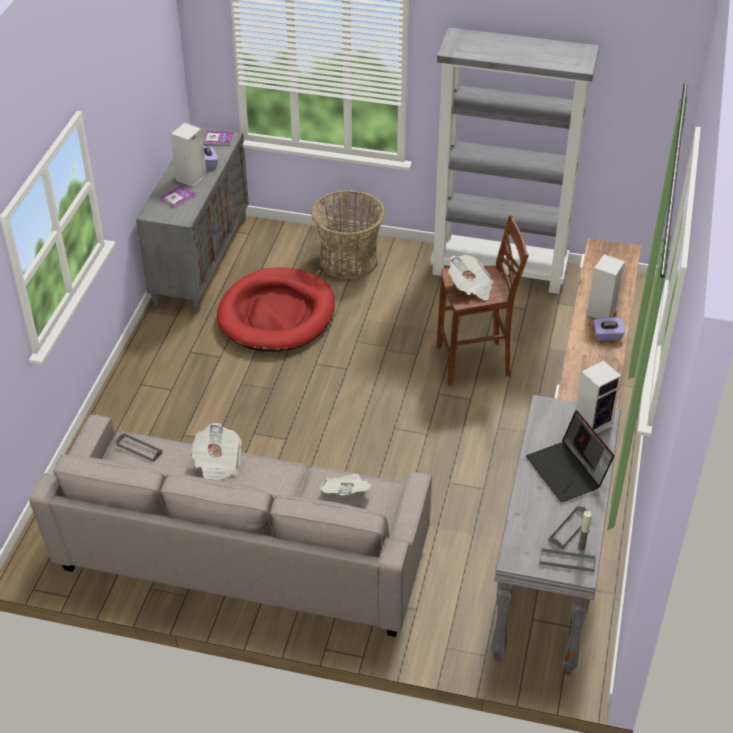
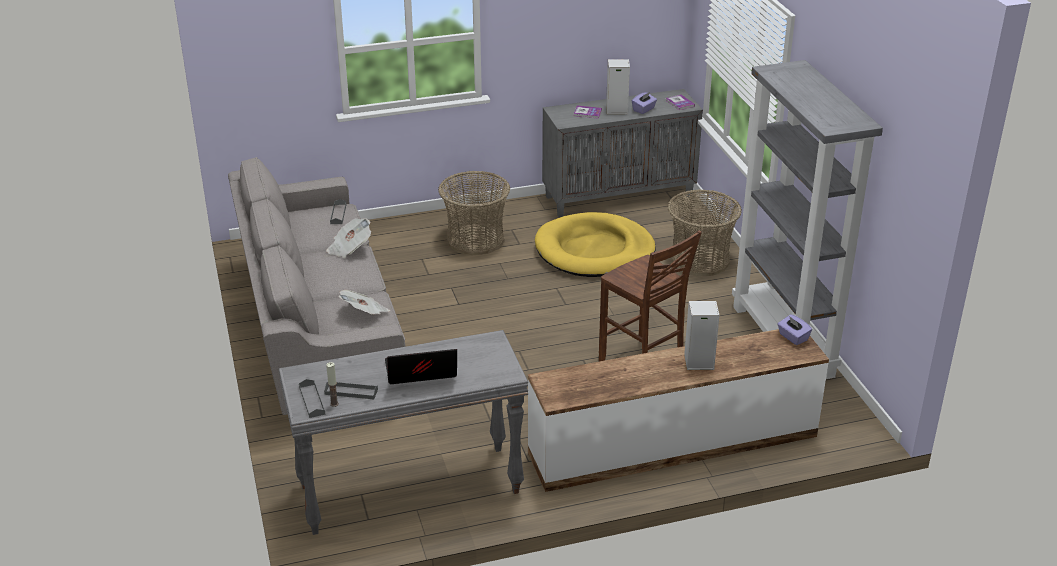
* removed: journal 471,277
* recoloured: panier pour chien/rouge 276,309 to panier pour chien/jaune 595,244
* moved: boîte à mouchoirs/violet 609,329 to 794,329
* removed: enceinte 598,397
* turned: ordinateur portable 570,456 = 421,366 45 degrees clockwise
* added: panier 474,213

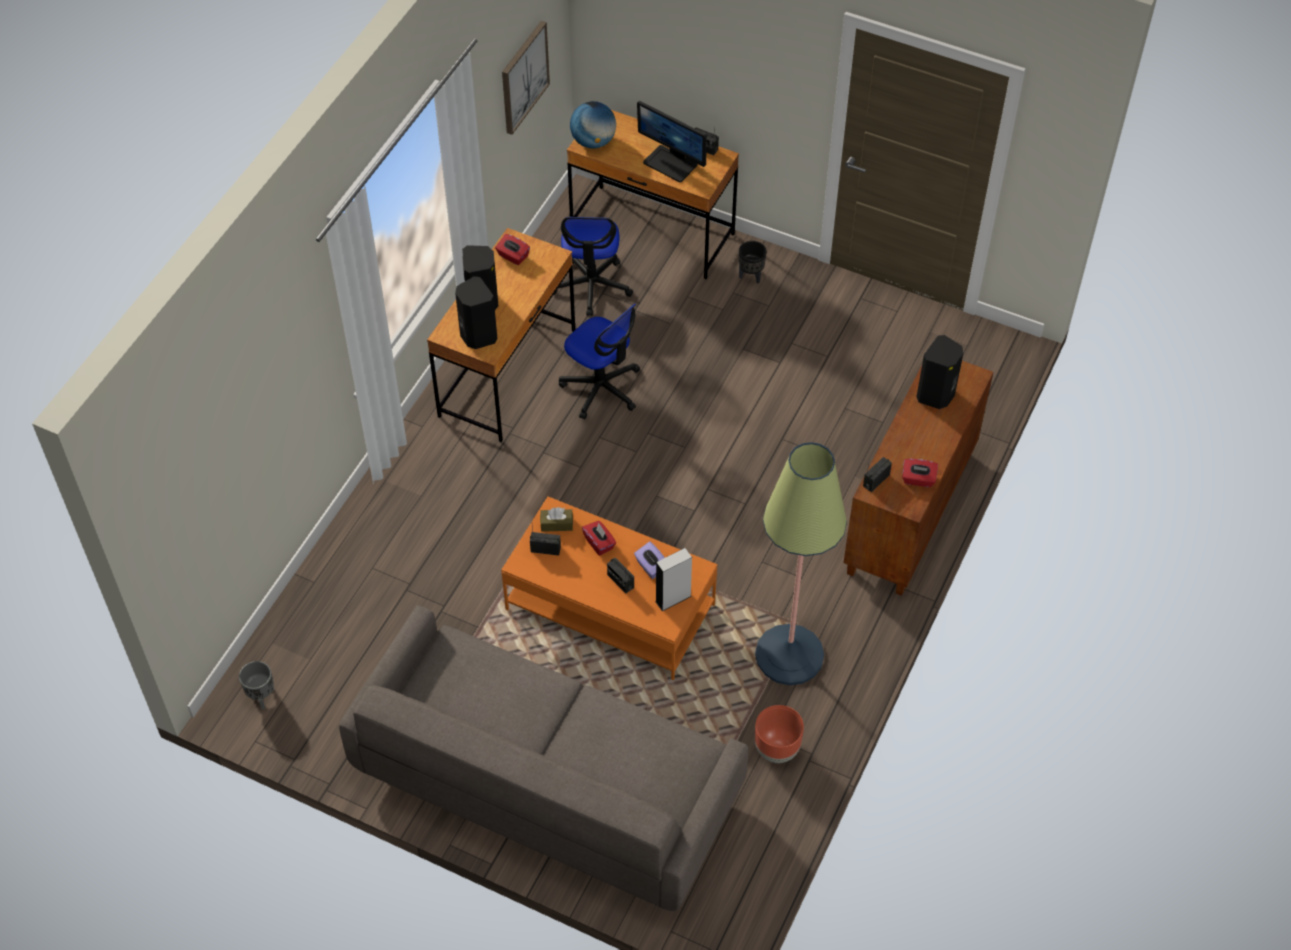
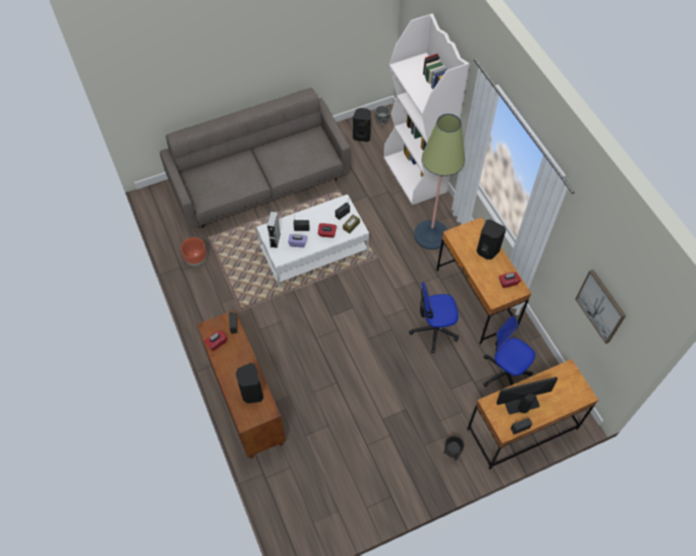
* removed: globe 593,125
* moved: enceinte/noir 476,312 to 362,125
* moved: lampadaire 801,563 to 439,182
* recoloured: table basse/orange 609,588 to table basse/blanc 312,241
* added: bibliothèque/blanc 427,109

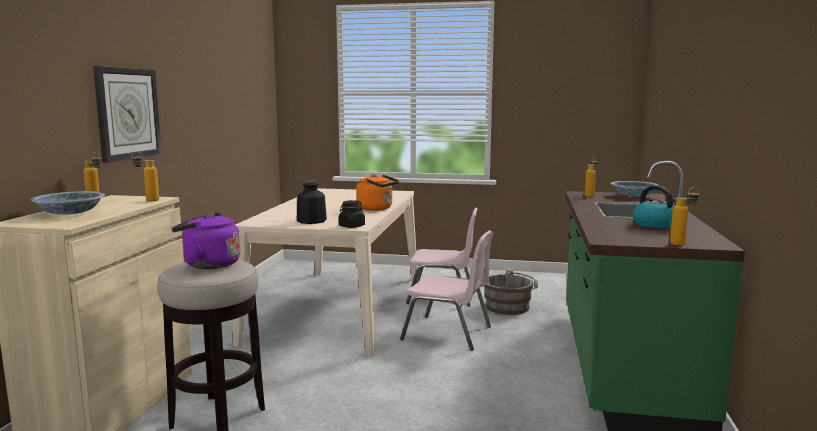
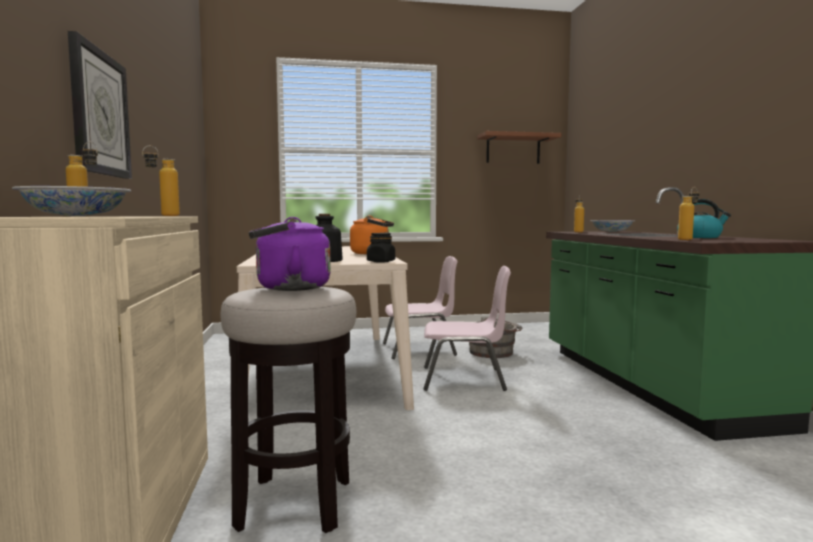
* moved: bouteille 684,216 to 689,213
* added: étagère/marron 519,147

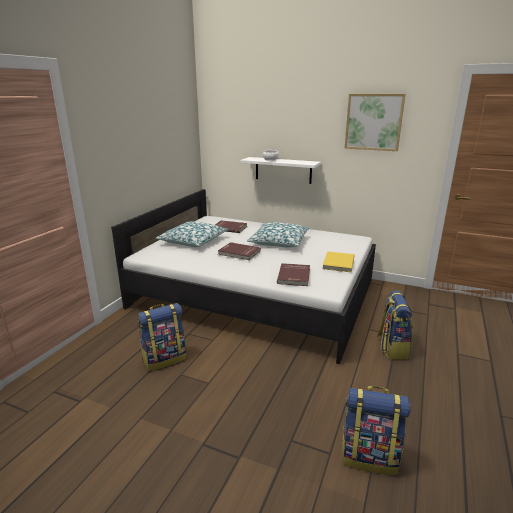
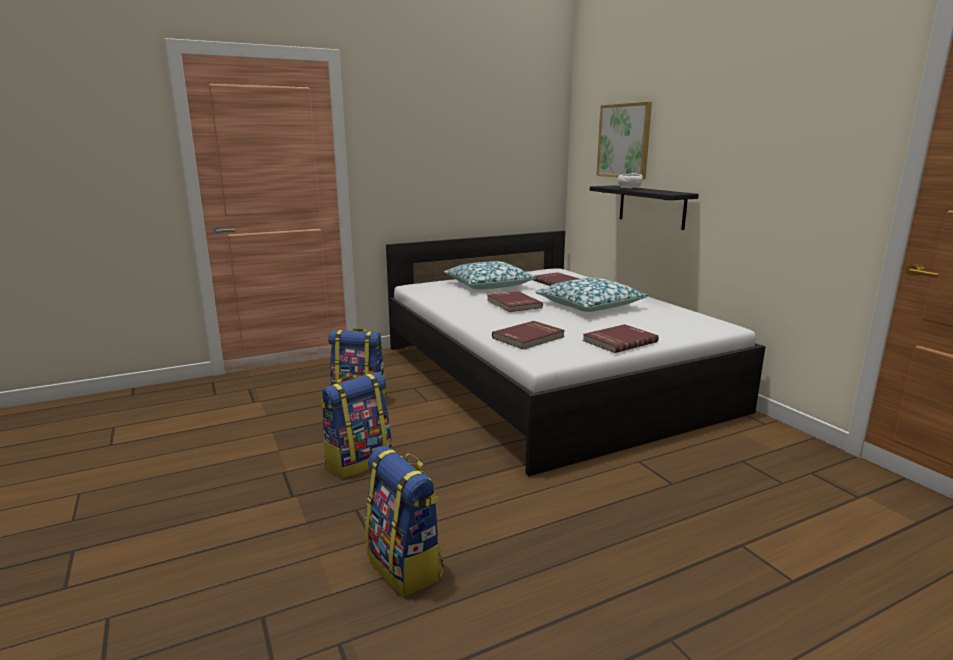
* moved: tableau 375,122 to 624,140
* recoloured: étagère/blanc 280,170 to étagère/noir 644,207
* recoloured: livre/jaune 338,261 to livre/rouge 621,338
* moved: sac à dos 395,325 to 356,425

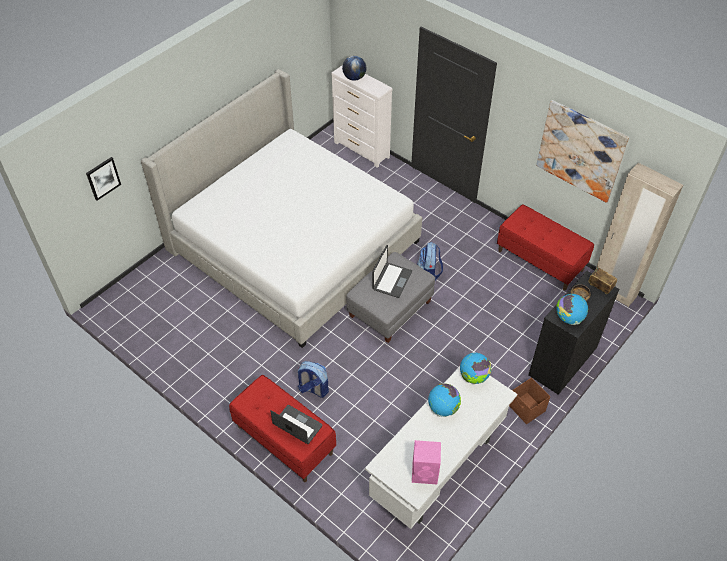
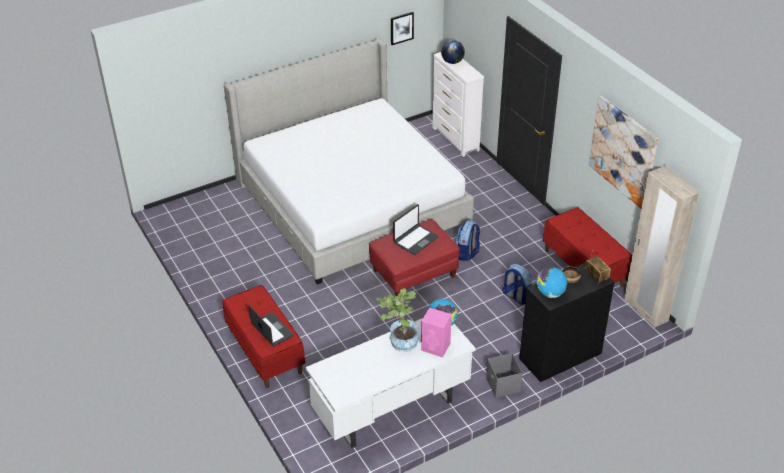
* moved: tableau 103,179 to 402,28
* recoloured: pouf/gris 390,297 to pouf/rouge 414,258
* moved: sac à dos 313,379 to 517,284
* recoloured: boîte de rangement/marron 529,401 to boîte de rangement/gris 504,375
* replaced: globe 444,400 to plante en pot 397,320
* moved: enceinte/rose 426,462 to 436,332

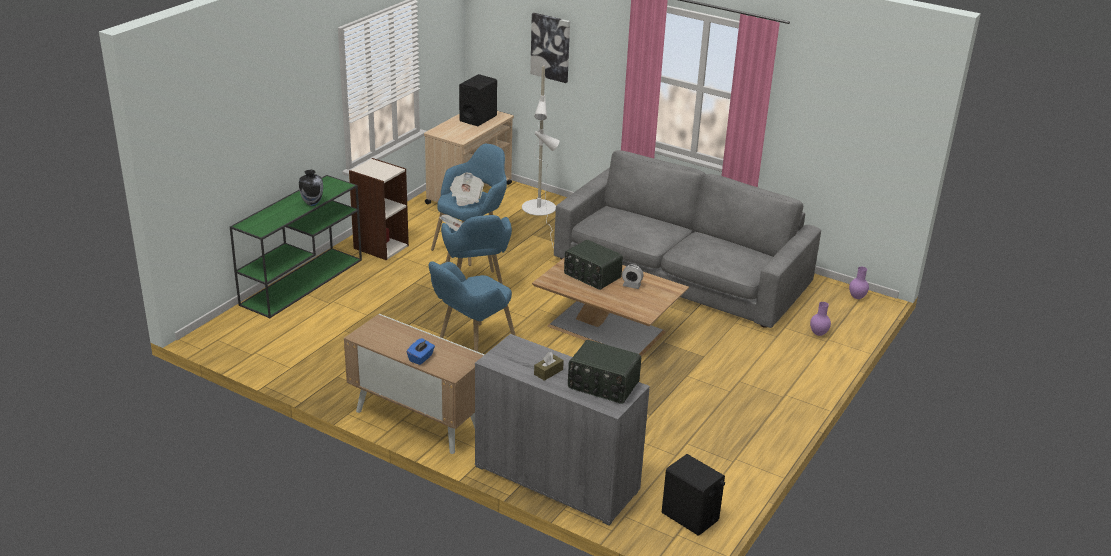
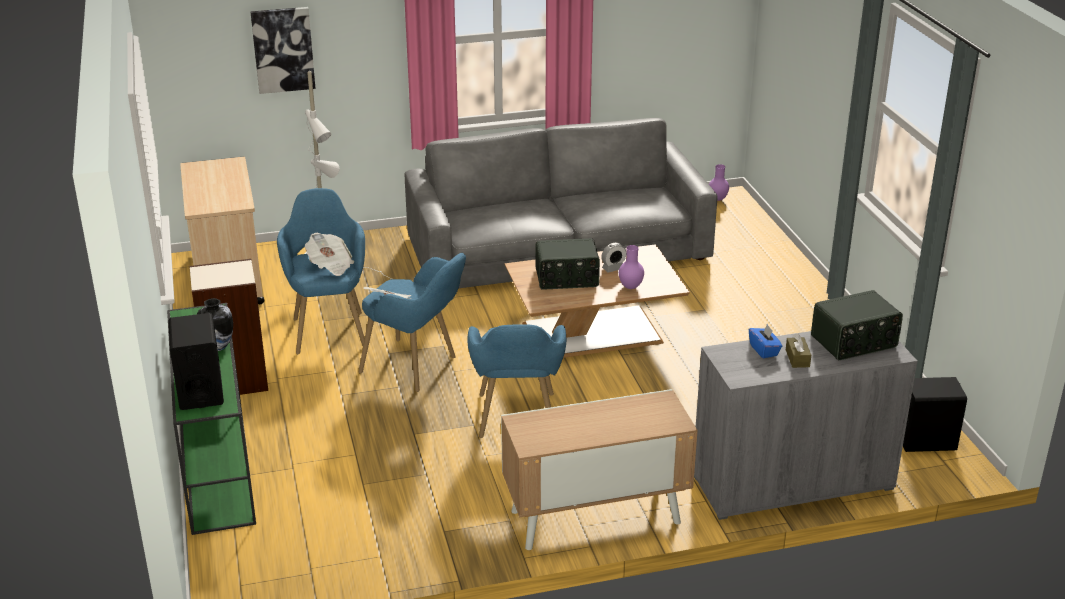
* moved: enceinte/noir 478,100 to 196,361
* moved: vase/violet 820,319 to 631,267
* moved: boîte à mouchoirs/bleu 421,351 to 765,341

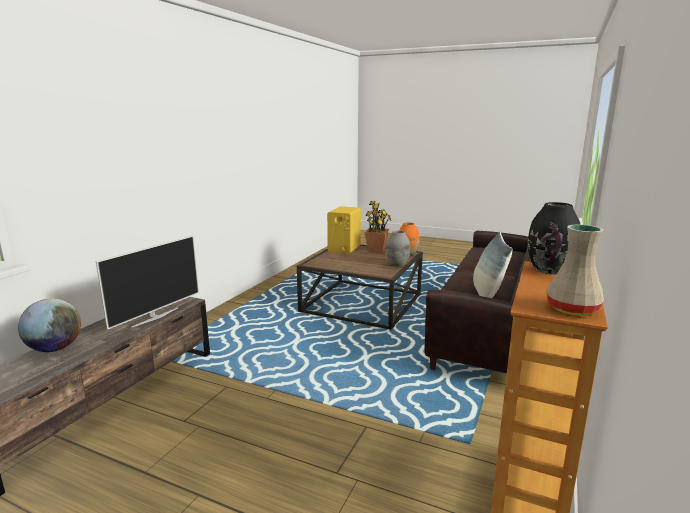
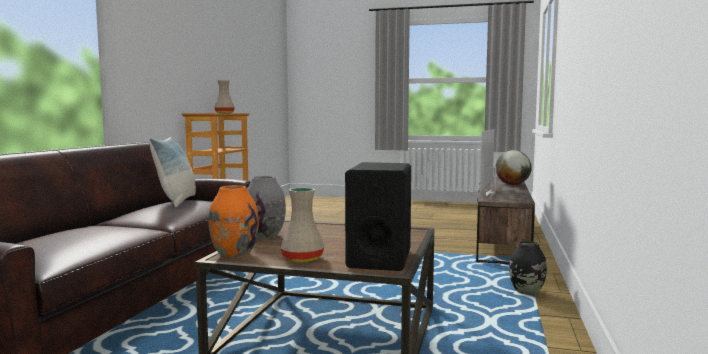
* replaced: plante en pot 378,227 to vase/beige 302,225
* moved: vase/noir 554,238 to 528,267
* recoloured: enceinte/jaune 344,230 to enceinte/noir 378,216

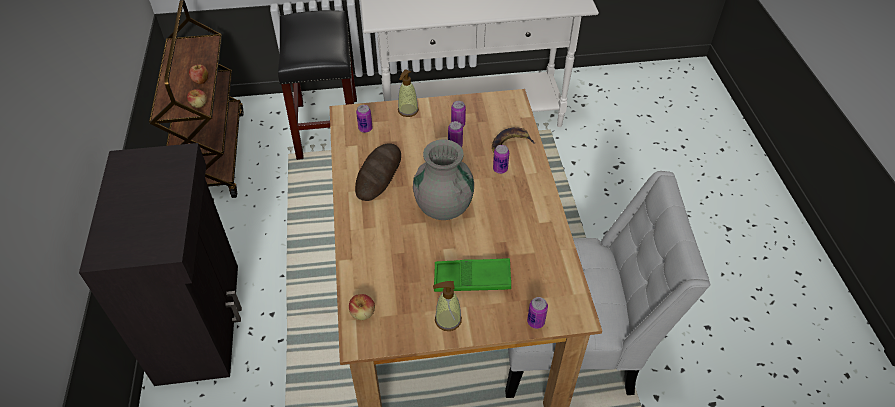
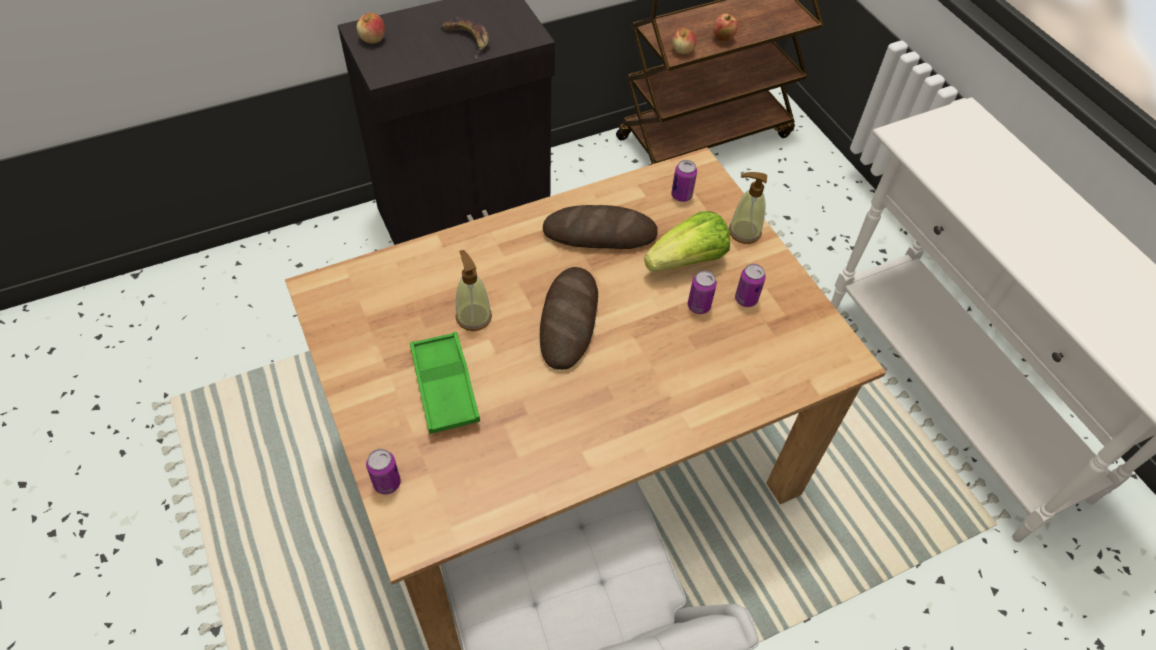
* removed: tabouret/noir 317,85
* moved: banane 513,140 to 465,38
* replaced: vase/gris 443,179 to pain 569,318
* removed: boîte métallique 501,159
* moved: distributeur de savon 447,306 to 474,290
* moved: pomme 362,307 to 371,28
* added: laitue 687,241

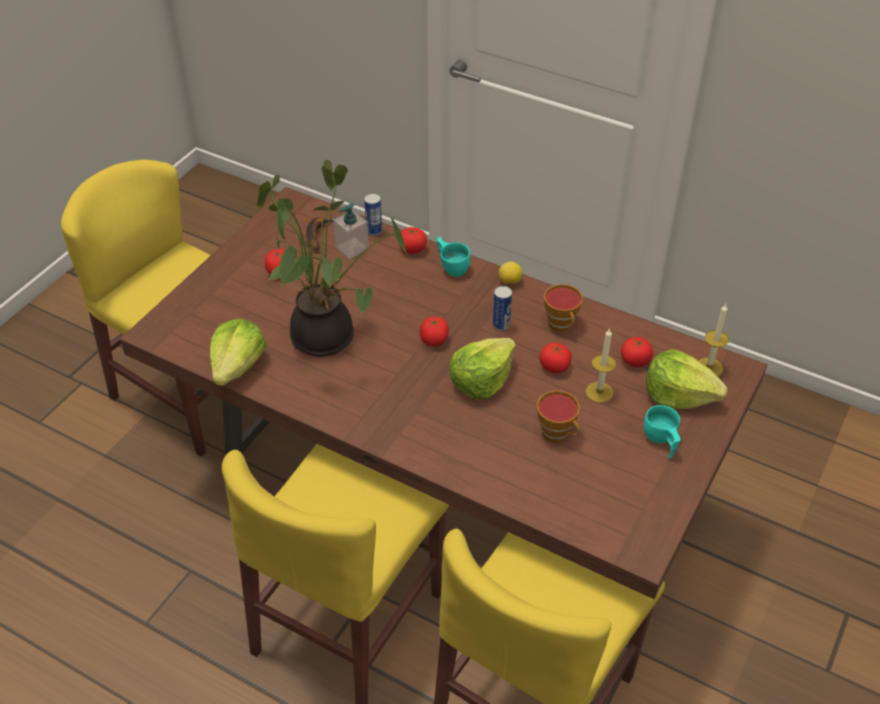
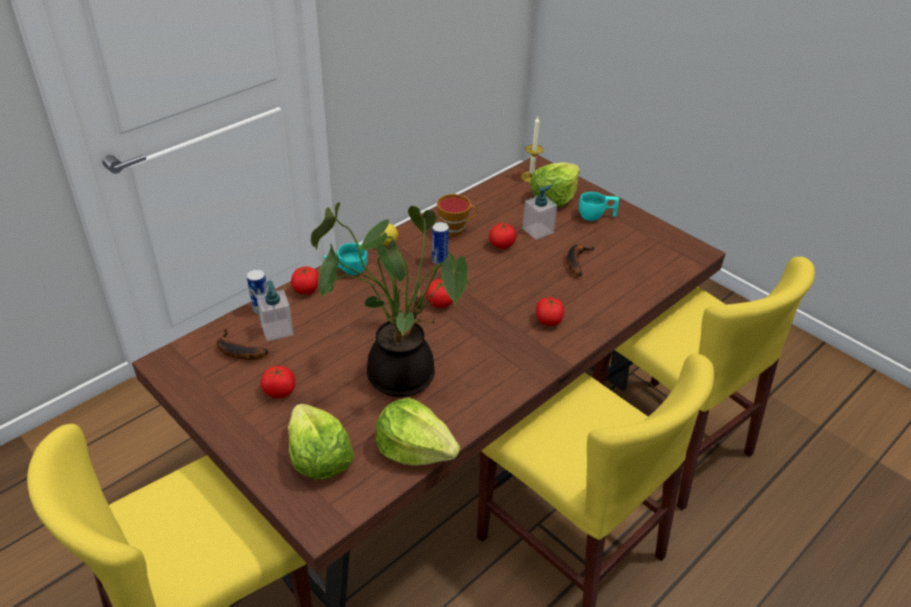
* replaced: bougie 601,365 to distributeur de savon 539,212
* moved: tomate 637,352 to 550,311
* moved: laitue 482,369 to 321,442
* replaced: tasse 558,416 to banane 580,260

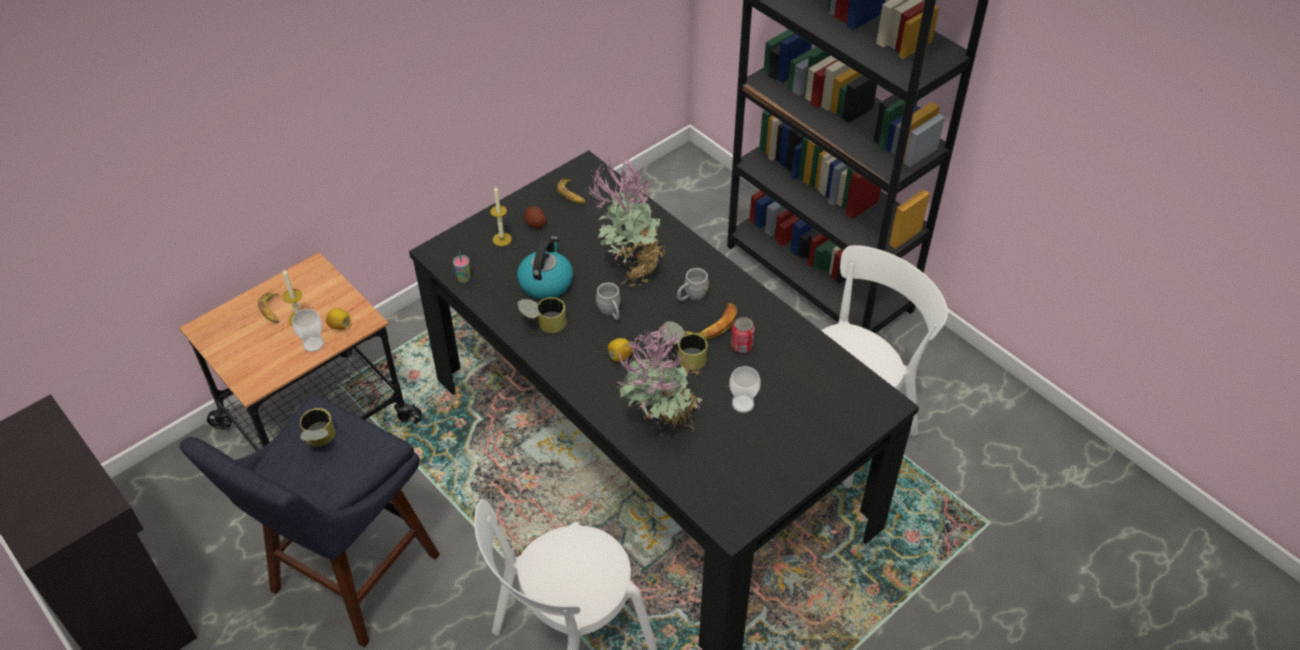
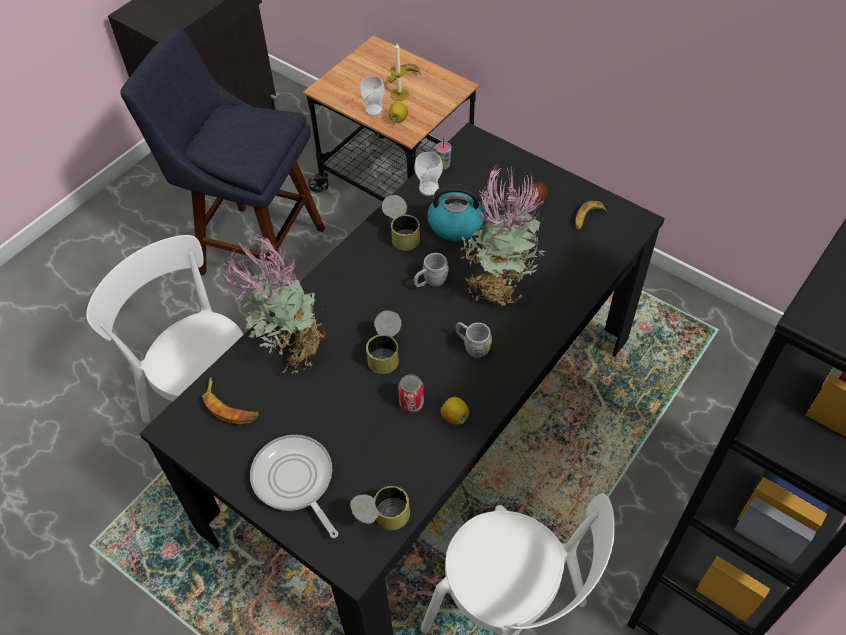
* removed: bougie 501,216
* moved: banane 710,321 to 230,400
* moved: citron 620,350 to 454,411
* moved: tasse 745,389 to 428,174
* moved: boîte métallique 317,427 to 380,508
* added: poêle 294,486

